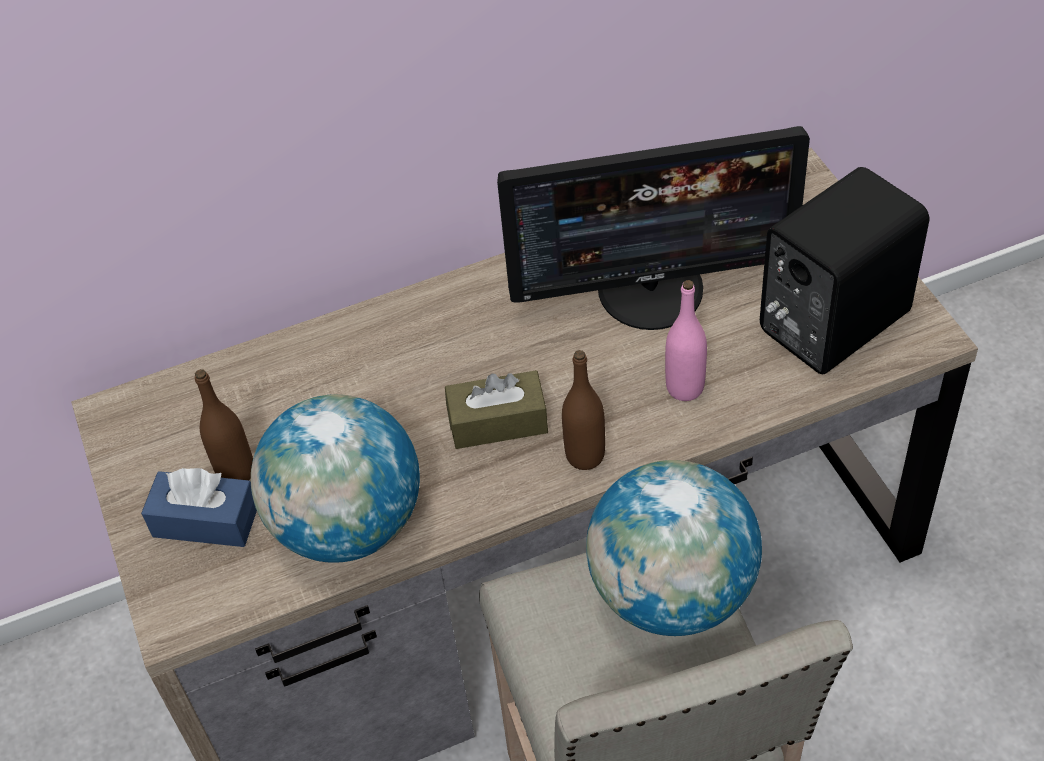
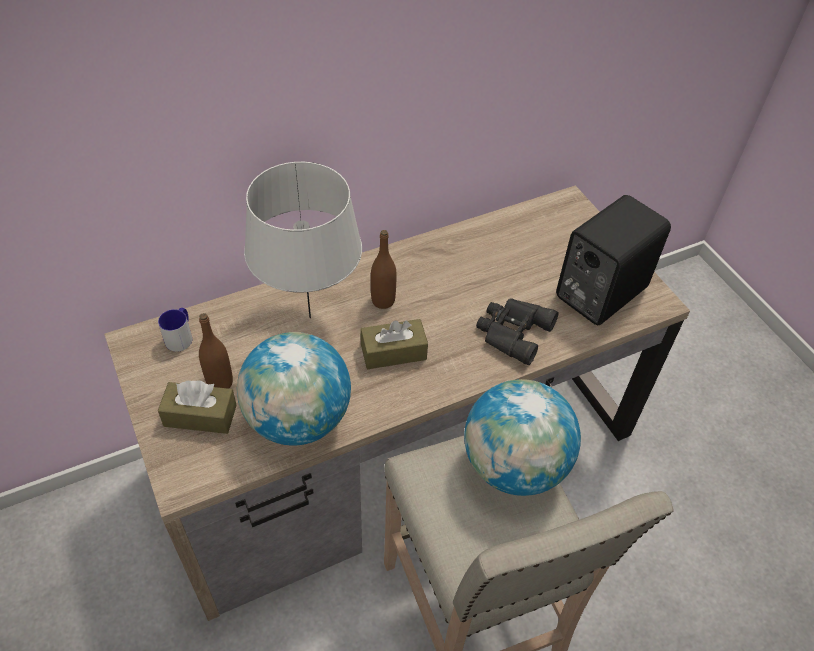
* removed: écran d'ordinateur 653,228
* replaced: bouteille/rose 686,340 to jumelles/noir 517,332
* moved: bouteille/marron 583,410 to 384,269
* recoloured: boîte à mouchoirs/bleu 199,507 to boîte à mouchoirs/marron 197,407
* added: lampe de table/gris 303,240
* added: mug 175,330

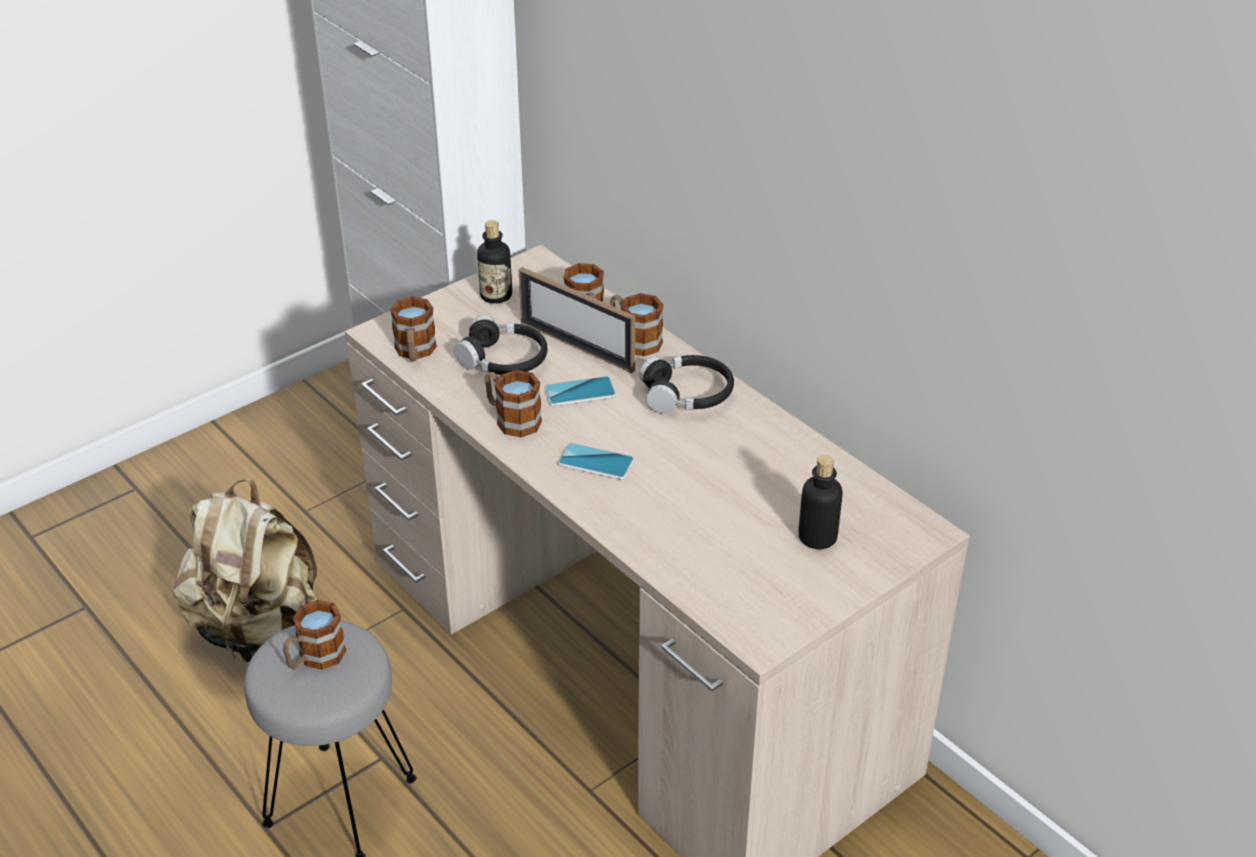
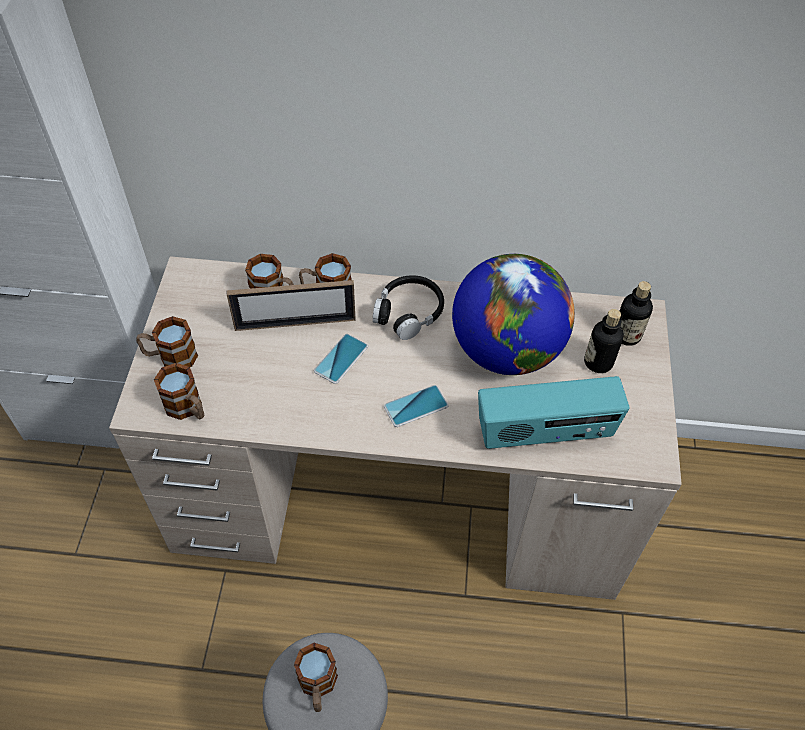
* moved: bouteille 494,262 to 636,313
* removed: casque audio/noir 500,345
* moved: mug 513,403 to 167,341
* removed: sac à dos/beige 245,571
* added: globe 513,314
* added: radio 553,412

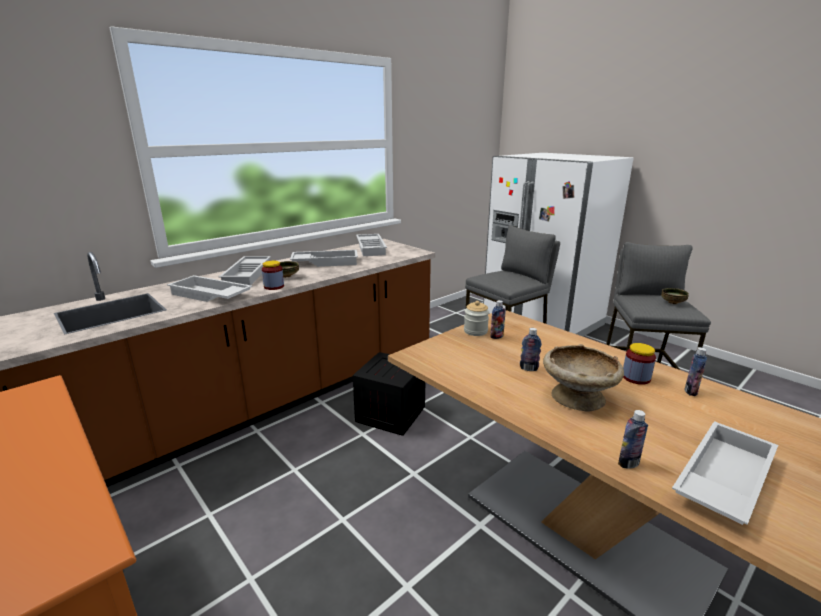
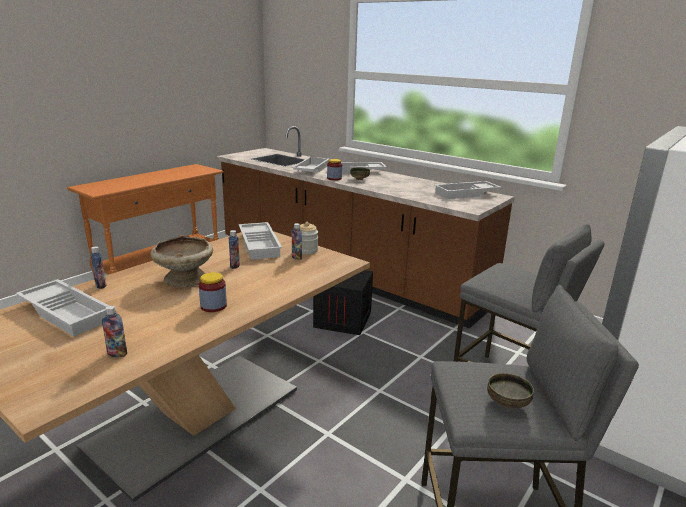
* moved: plateau/blanc 324,258 to 260,241
* moved: bouteille 696,371 to 114,332

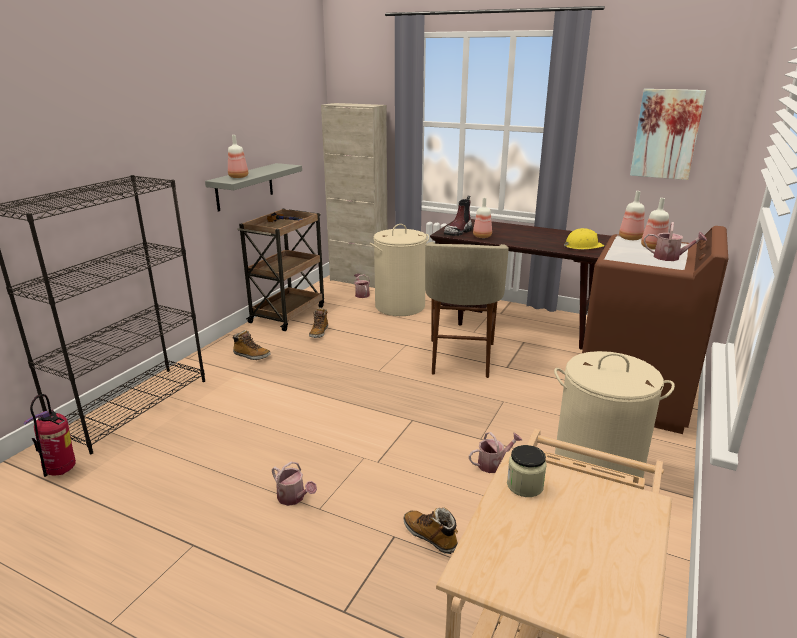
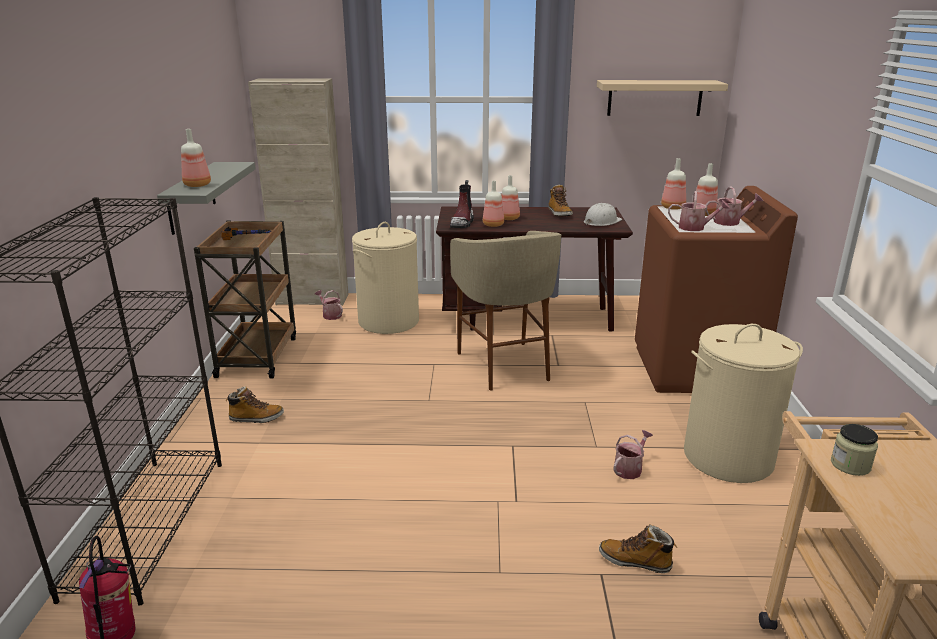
* replaced: tableau 668,134 to étagère/beige 662,98
* recoloured: casque de chantier/jaune 584,238 to casque de chantier/blanc 603,214
* moved: botte 318,323 to 560,200
* moved: arrosoir 294,484 to 699,211
* added: bouteille 510,197

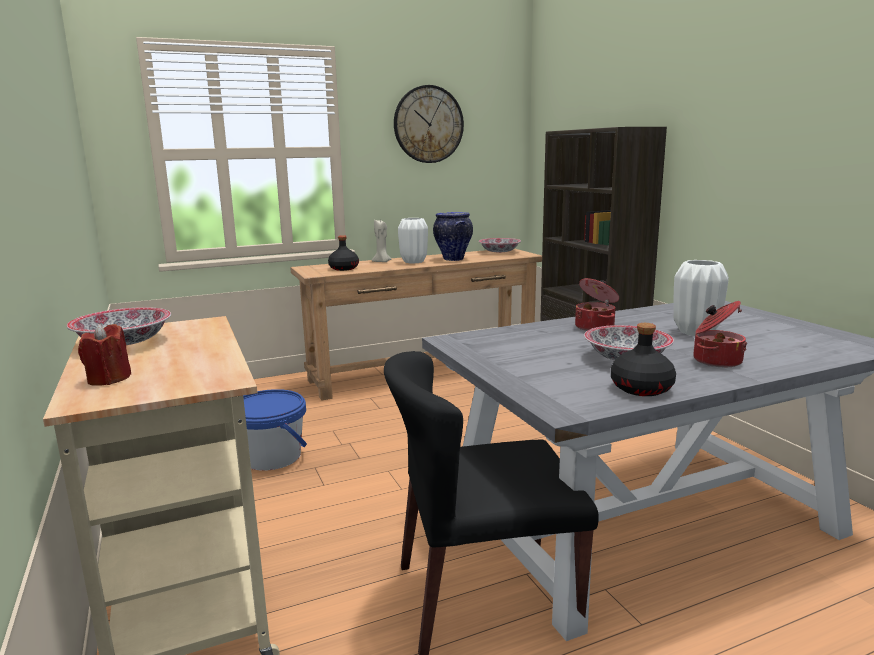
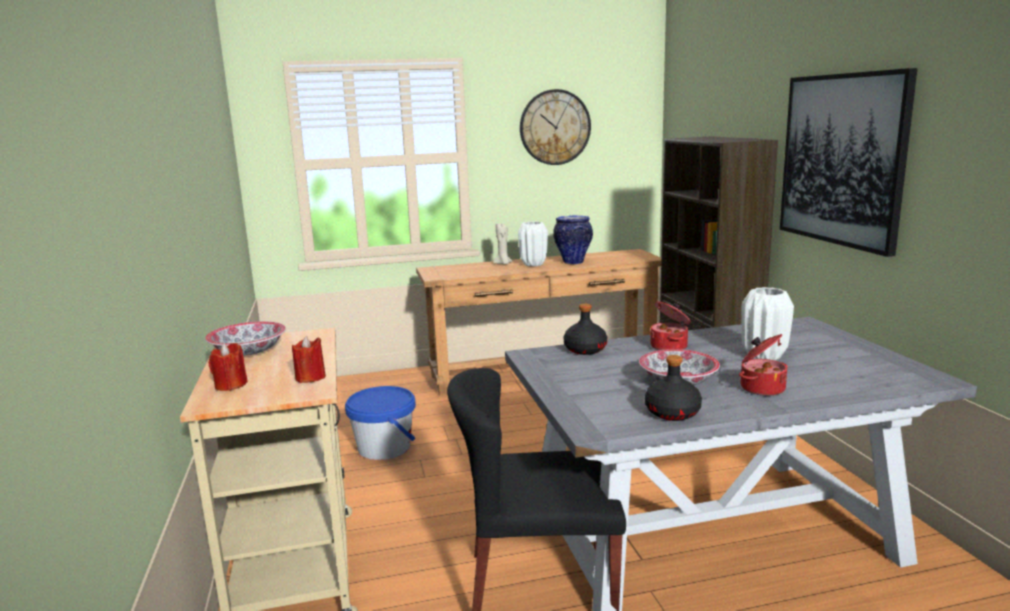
* moved: bouteille/noir 343,253 to 585,329
* removed: bol 500,245
* added: tableau 849,162
* added: bougie/rouge 309,359

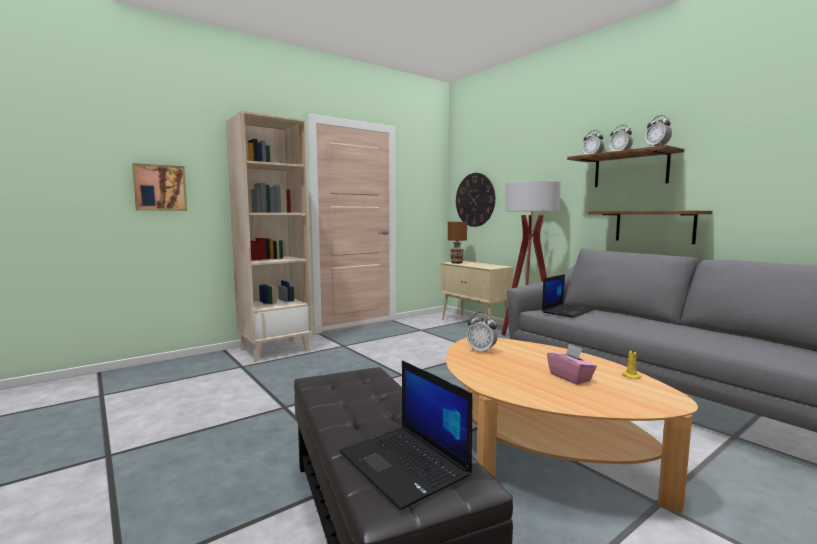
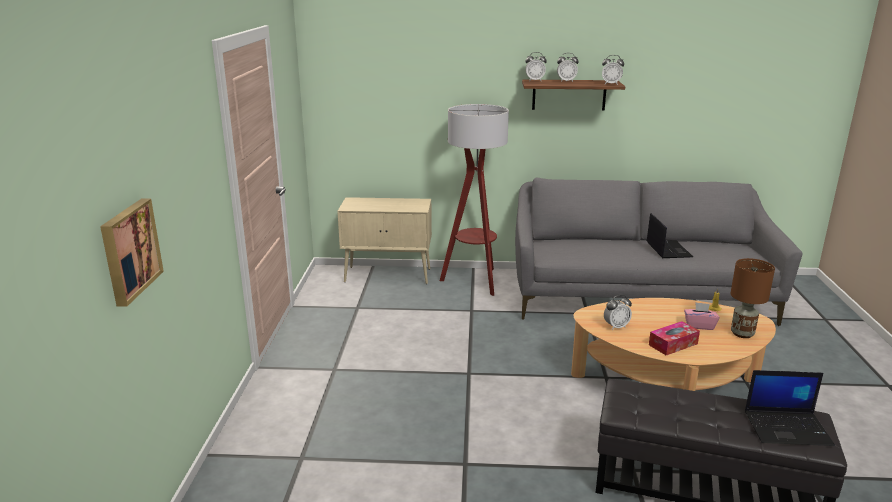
* removed: bibliothèque/beige 269,236
* removed: horloge murale 475,200
* removed: étagère 650,227
* moved: lampe de table/marron 457,243 to 752,298
* moved: ordinateur portable 568,296 to 670,235
* added: boîte à mouchoirs 674,338

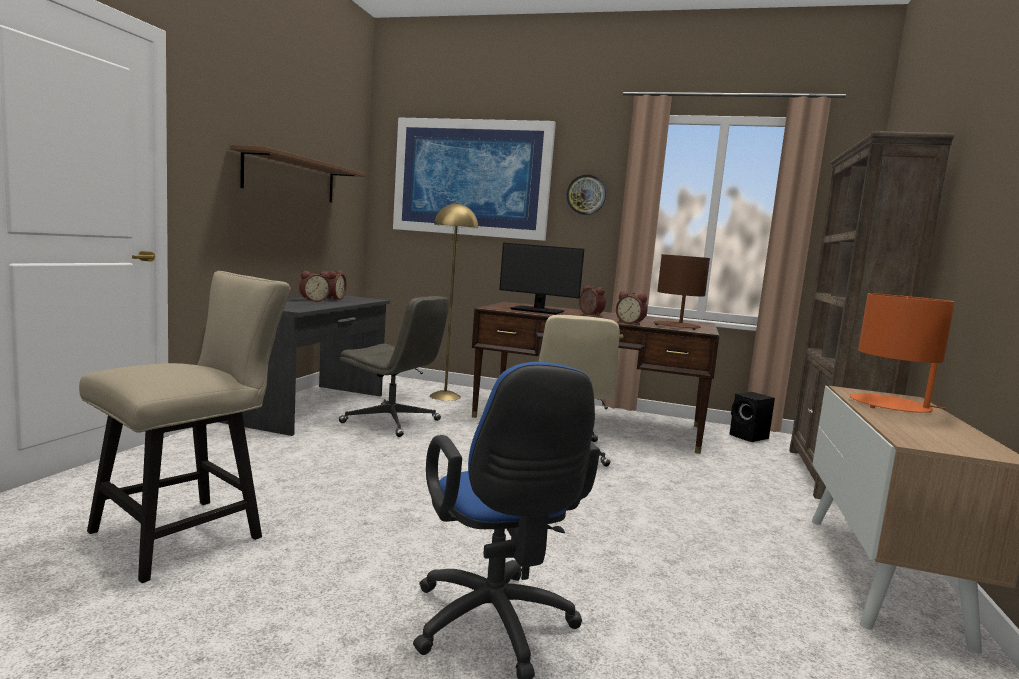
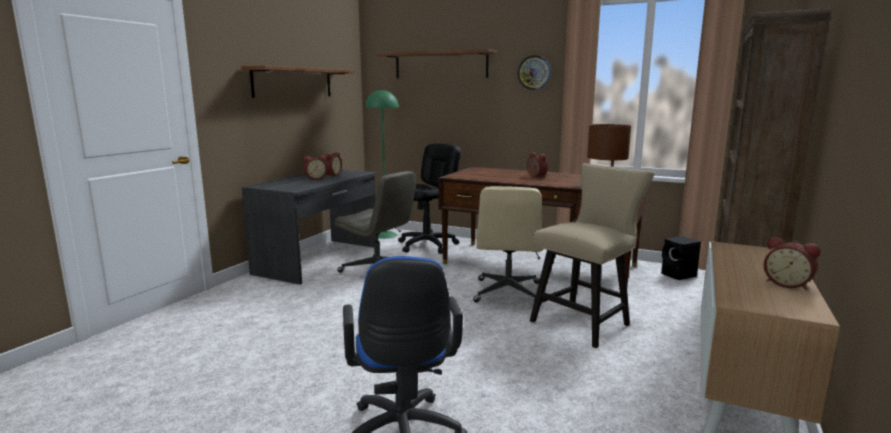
* replaced: tableau 474,179 to étagère/marron 437,64
* replaced: lampadaire/jaune 454,302 to chaise de bureau/noir 429,198
* removed: écran d'ordinateur 541,279
* moved: chaise/beige 184,427 to 592,255
* moved: réveil 631,308 to 791,263
* removed: lampe de table/orange 902,353
* added: lampadaire/vert 382,164

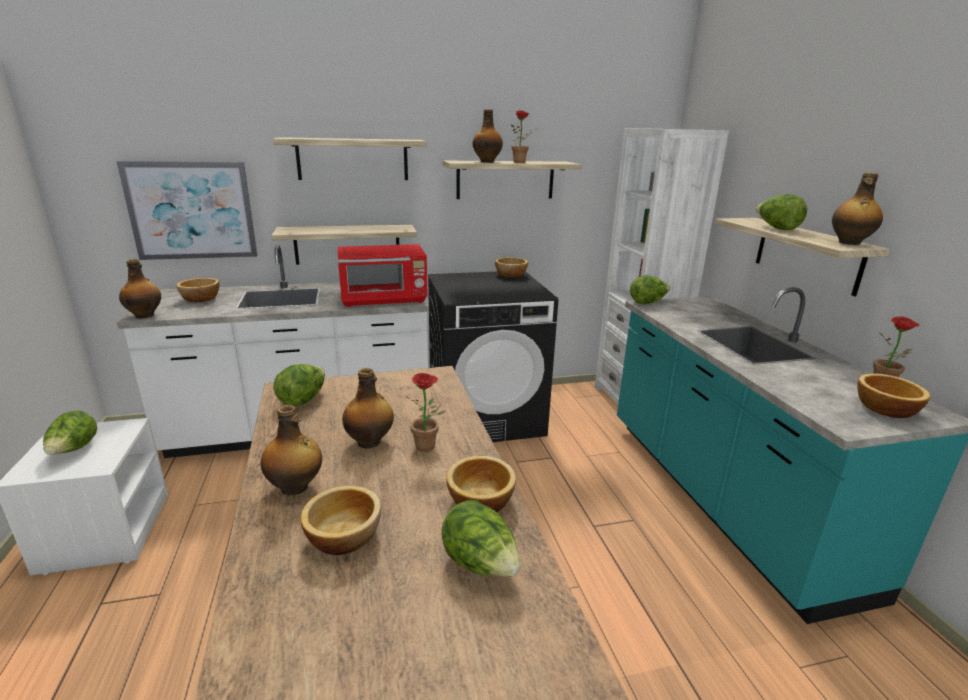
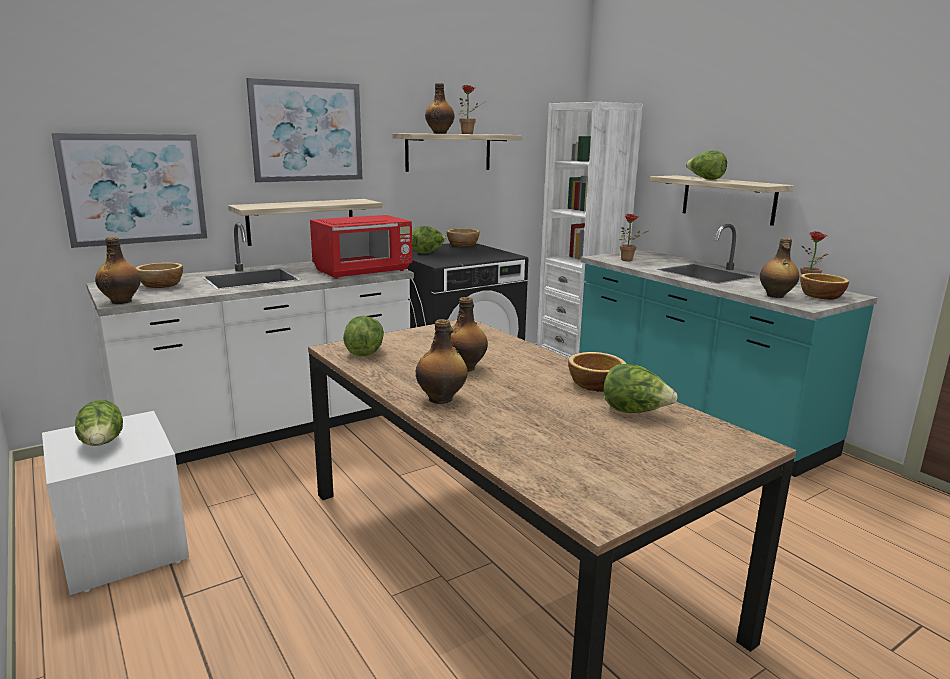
* replaced: étagère 350,158 to tableau 304,130
* moved: bouteille 857,209 to 780,268
* moved: laitue 650,289 to 429,239
* moved: plante en pot 425,412 to 633,237
* removed: bol 340,520

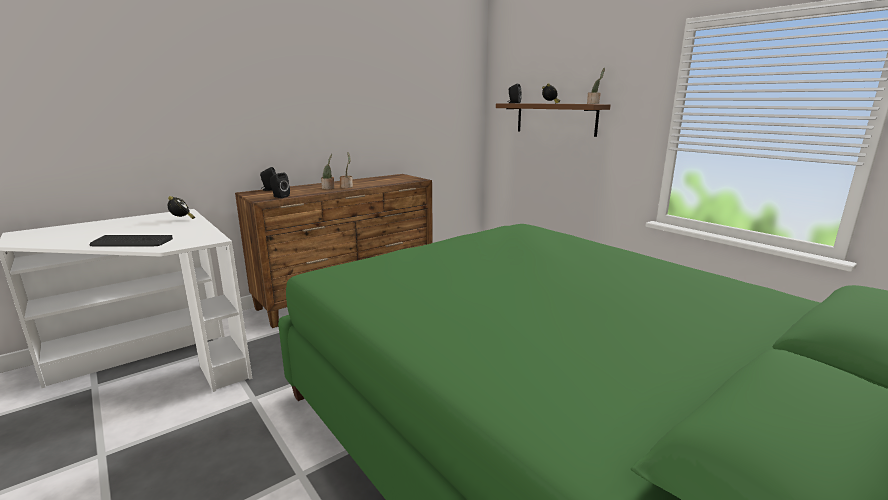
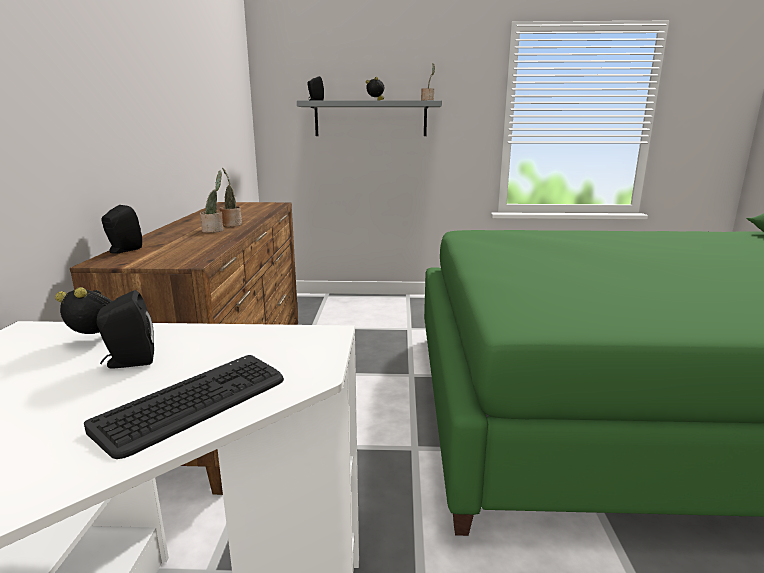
* recoloured: étagère/marron 553,120 to étagère/gris 369,118
* moved: enceinte/noir 280,185 to 125,329

